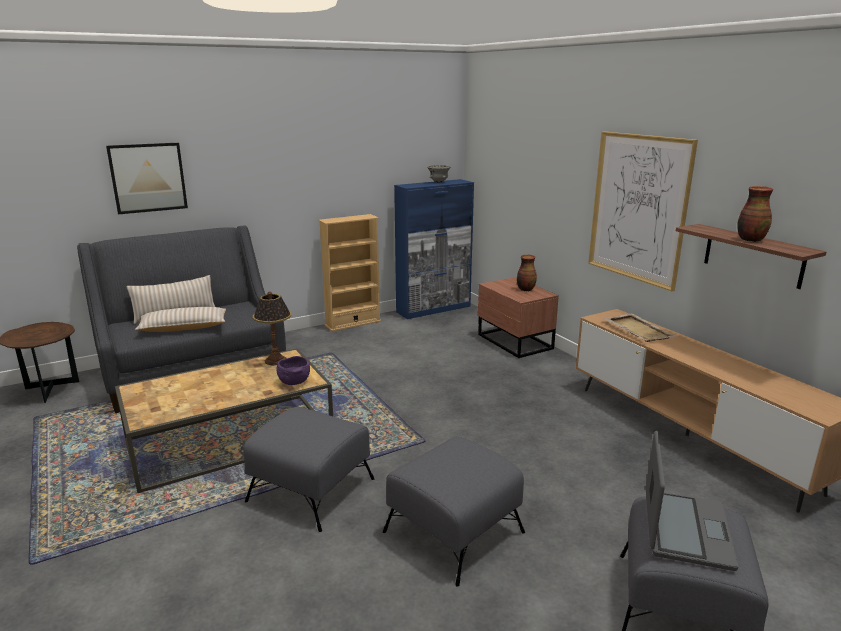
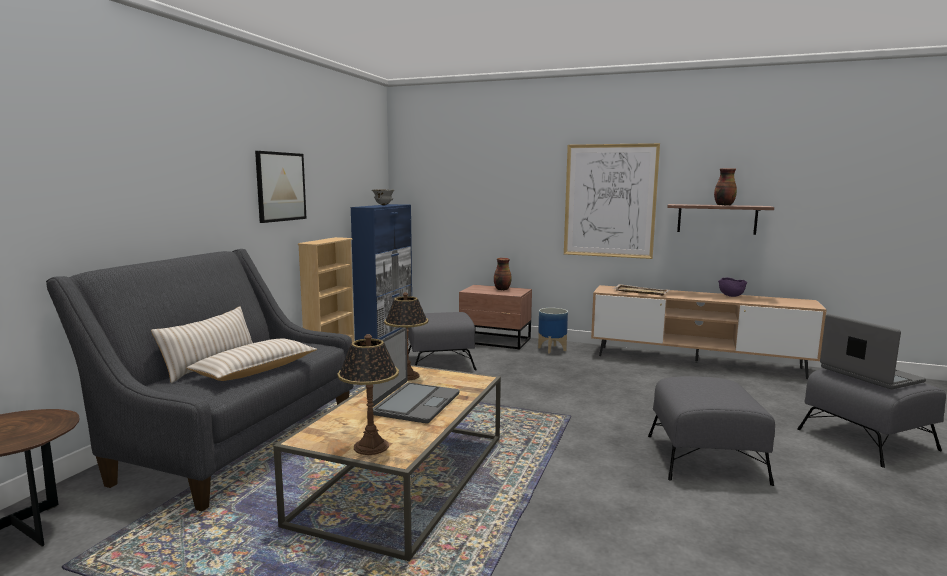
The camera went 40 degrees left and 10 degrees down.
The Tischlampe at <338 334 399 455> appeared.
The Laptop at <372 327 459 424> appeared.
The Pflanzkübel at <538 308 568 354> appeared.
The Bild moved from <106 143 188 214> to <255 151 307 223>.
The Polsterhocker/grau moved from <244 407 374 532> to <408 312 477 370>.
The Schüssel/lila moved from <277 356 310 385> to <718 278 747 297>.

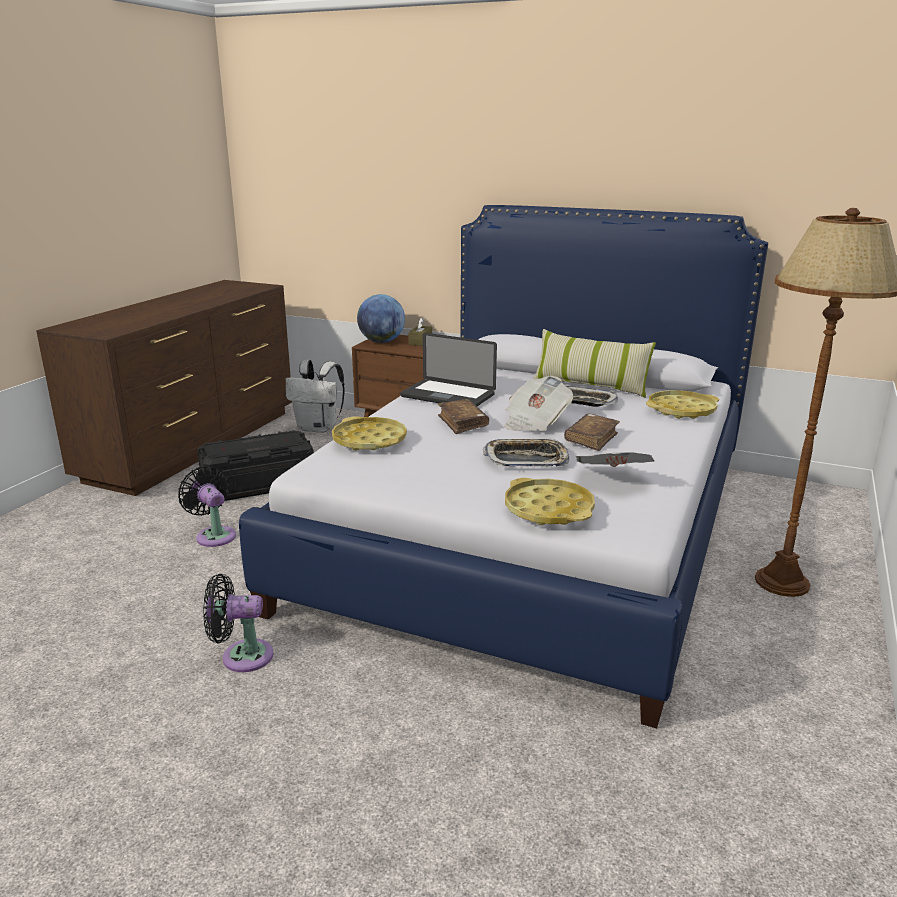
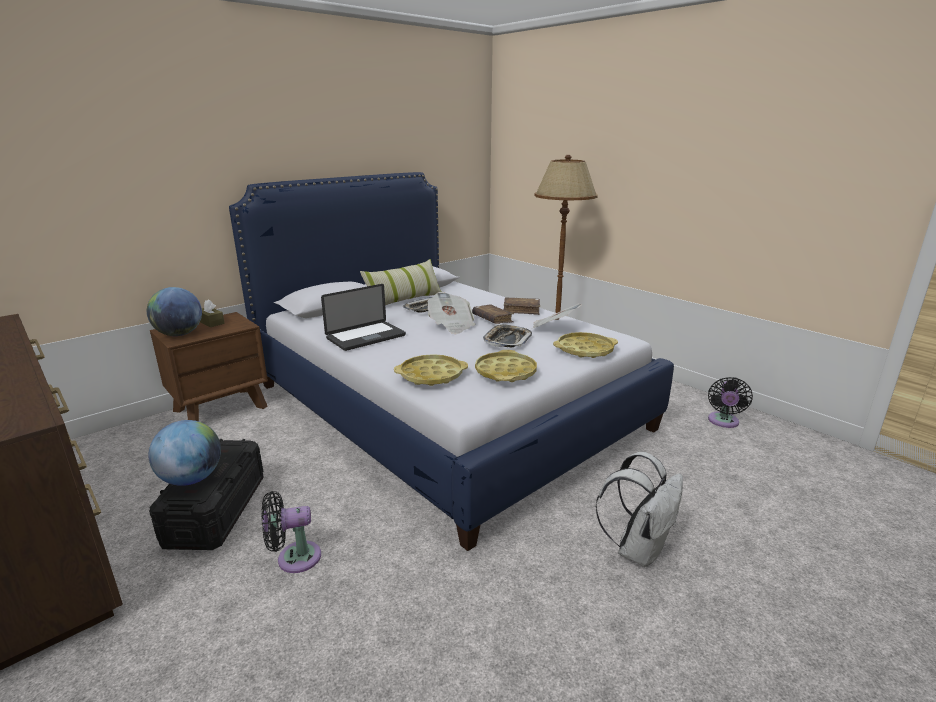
The camera went 65 degrees left and 0 degrees up.
The Globus at <149 420 221 486> appeared.
The Ventilator/schwarz moved from <203 574 273 672> to <708 377 753 428>.
The Rucksack/weiß moved from <285 360 345 433> to <596 452 683 567>.
The Buch/braun moved from <438 399 489 434> to <504 298 540 315>.
The Tablett/gelb moved from <646 390 719 419> to <475 350 537 382>.

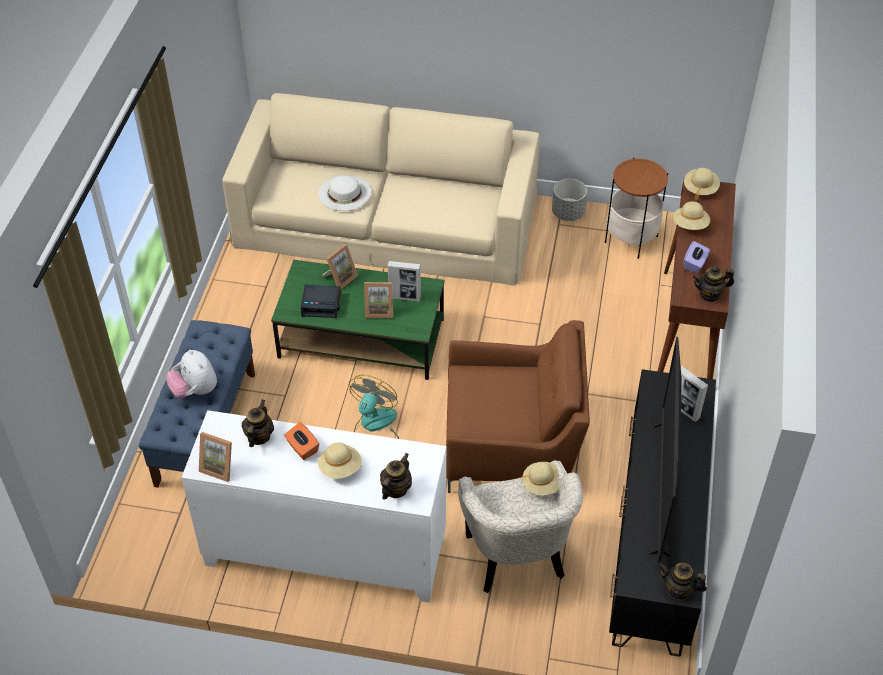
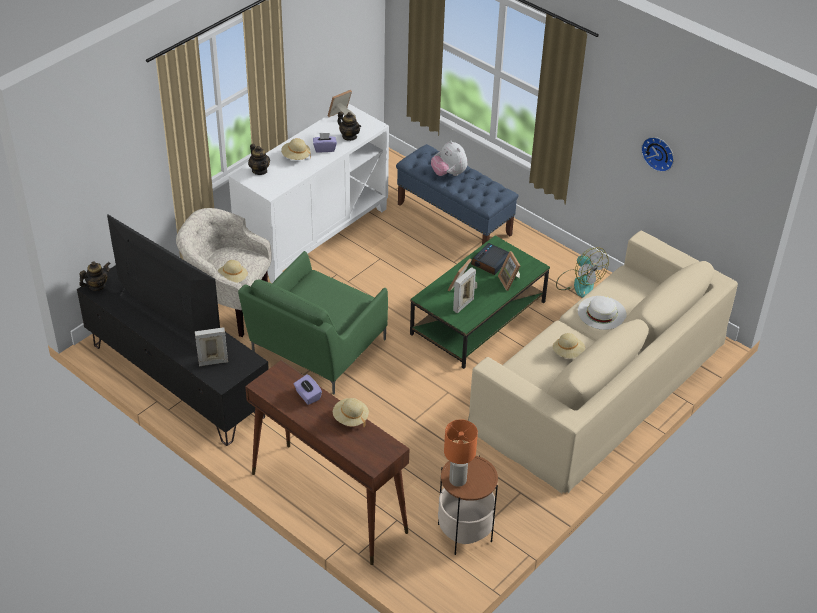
The camera went 120 degrees right and 5 degrees down.
The Pflanzkübel/grau at <552 179 587 221> disappeared.
The Teekanne at <693 266 734 302> disappeared.
The Tischlampe/orange at <444 419 478 487> appeared.
The Wanduhr at <641 137 674 172> appeared.
The Ventilator moved from <349 375 399 439> to <556 247 609 298>.
The Hut/beige moved from <684 168 720 200> to <553 333 585 358>.
The Taschentuchbox/orange at <284 422 319 460> became the Taschentuchbox/lila at <313 133 337 153>.
The Sessel/braun at <446 320 590 493> became the Sessel/grün at <238 251 388 394>.
The Plüschtier at <166 350 217 399> turned 120 degrees counterclockwise.

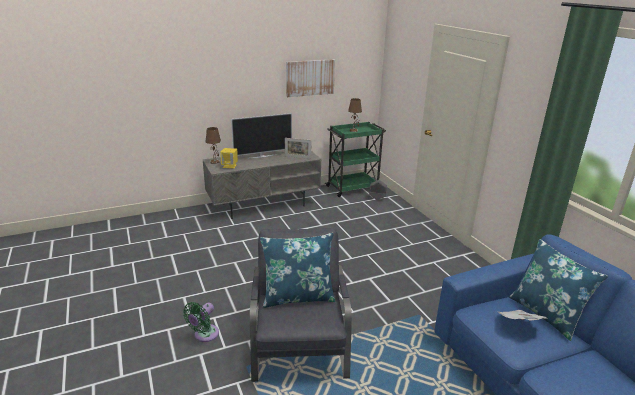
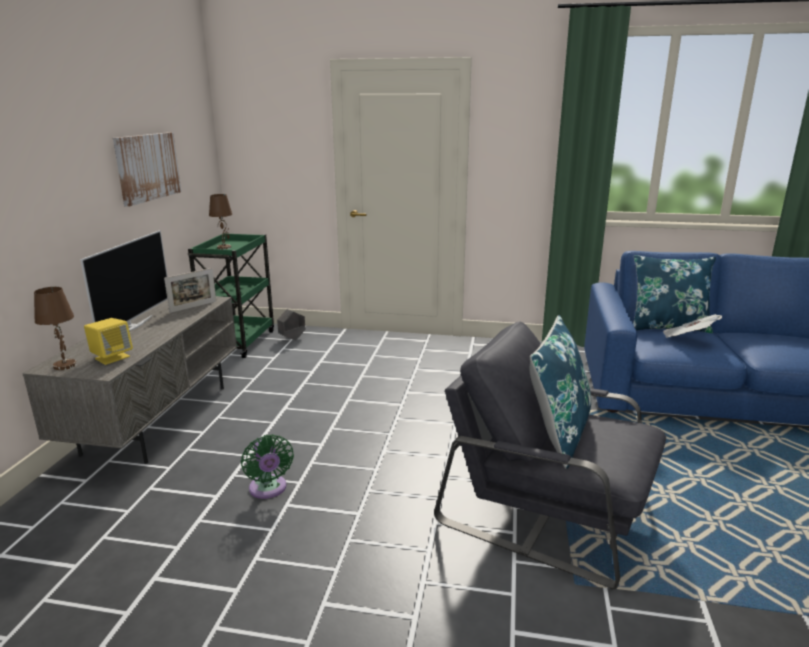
The camera went 55 degrees left and 5 degrees down.
The Ventilator/grün moved from <183 302 219 342> to <241 434 294 499>.

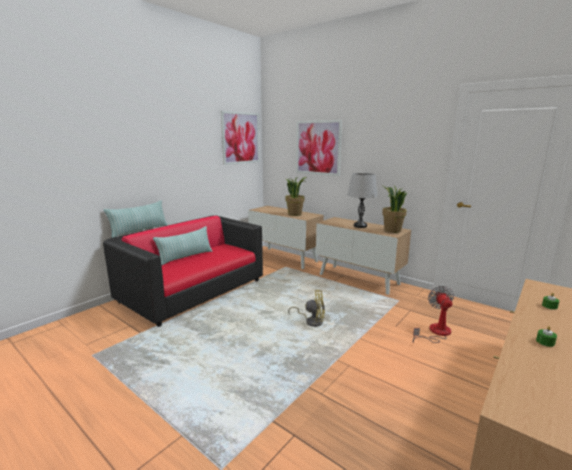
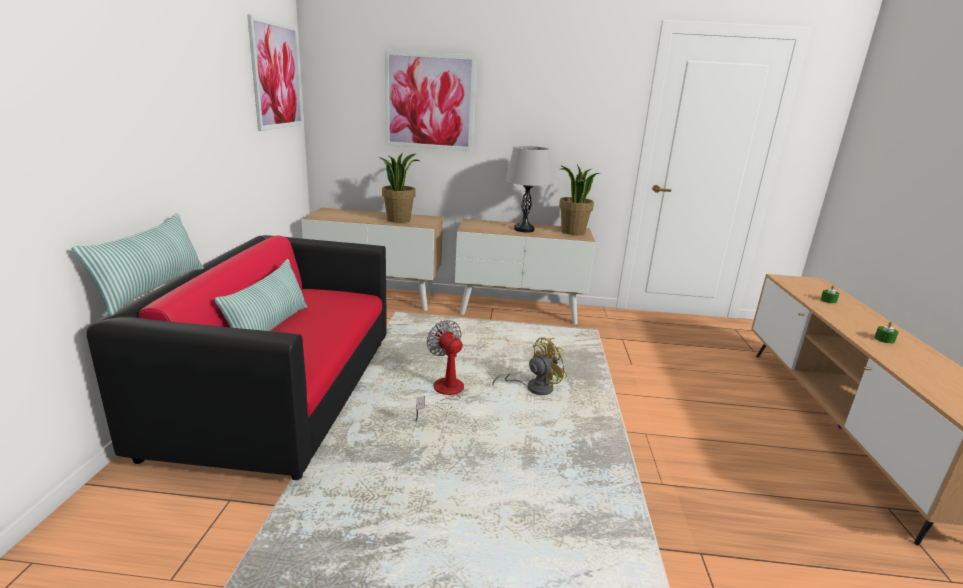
The camera went 35 degrees left and 5 degrees up.
The Ventilator moved from <413 286 454 343> to <415 320 464 421>.

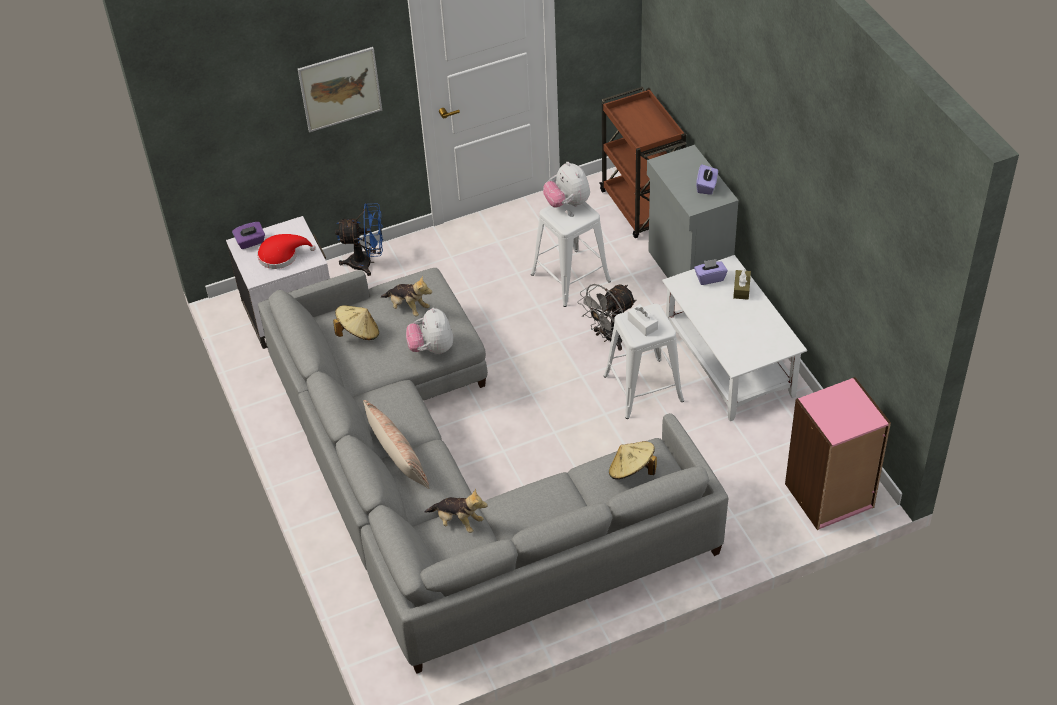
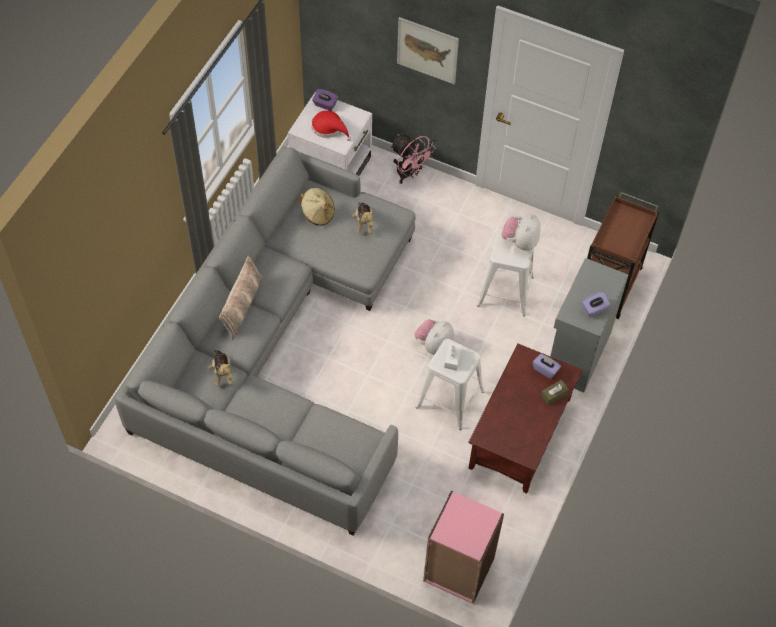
The camera went 45 degrees right and 10 degrees up.
The Ventilator/grau at <578 284 636 350> disappeared.
The Hut/beige at <609 441 657 479> disappeared.
The Plüschtier moved from <406 307 453 354> to <414 319 454 355>.
The Ventilator/blau at <335 203 383 276> became the Ventilator/rosa at <390 134 436 184>.
The Couchtisch/weiß at <662 255 807 421> became the Couchtisch/braun at <468 344 582 494>.

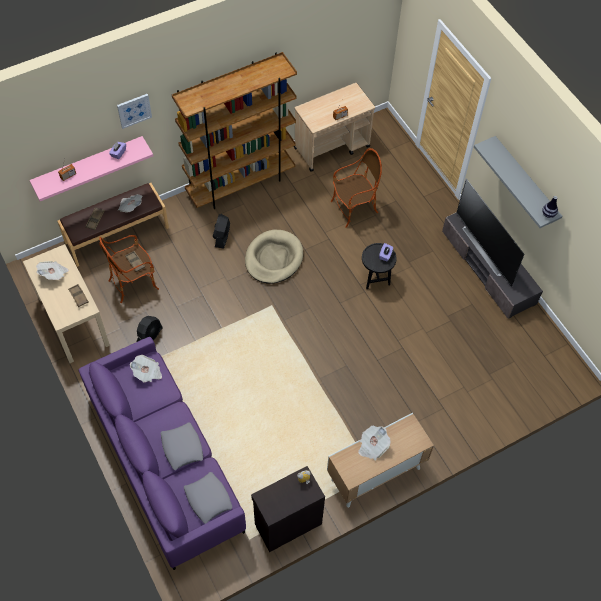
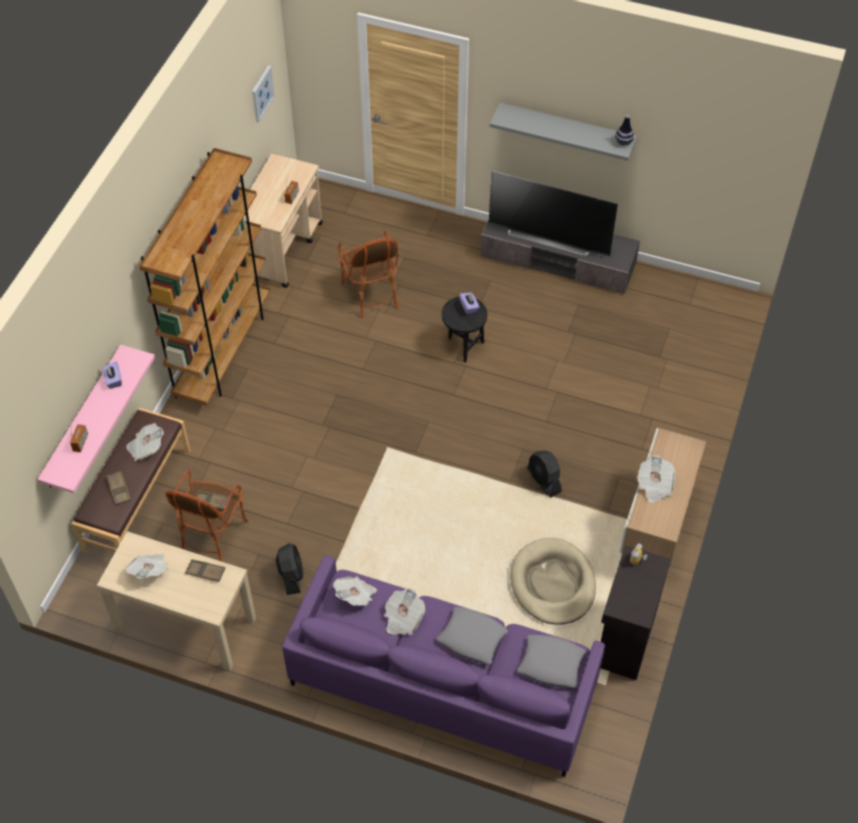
The camera went 40 degrees left and 5 degrees down.
The Zeitung at <384 588 425 635> appeared.
The Bild moved from <117 94 152 129> to <252 65 275 123>.
The Ventilator/schwarz moved from <213 214 230 249> to <527 450 561 498>.
The Hundebett/beige moved from <245 229 303 284> to <510 538 596 625>.
The Sessel at <331 148 382 228> turned 135 degrees clockwise.

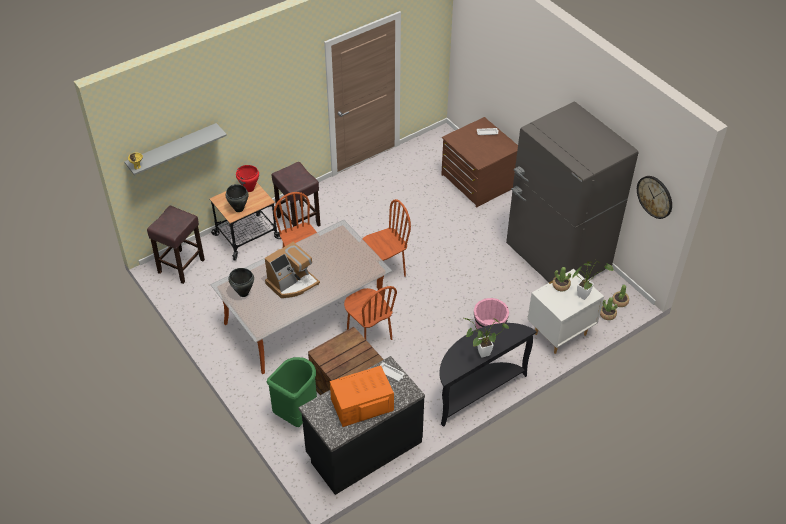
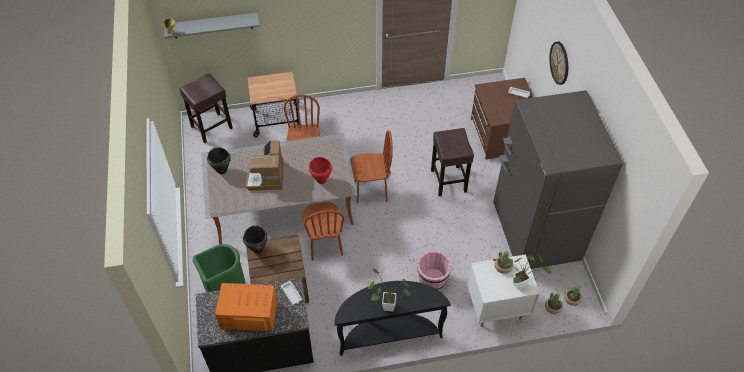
The camera went 25 degrees right and 5 degrees up.
The Kochtopf/schwarz moved from <225 184 248 212> to <243 226 267 253>.
The Kochtopf/rot moved from <236 165 259 192> to <309 157 332 184>.
The Hocker/braun moved from <271 162 321 227> to <431 128 474 196>.
The Wanduhr moved from <637 176 672 219> to <549 42 568 85>.
The Kaffeemaschine at <265 242 320 298> turned 105 degrees clockwise.

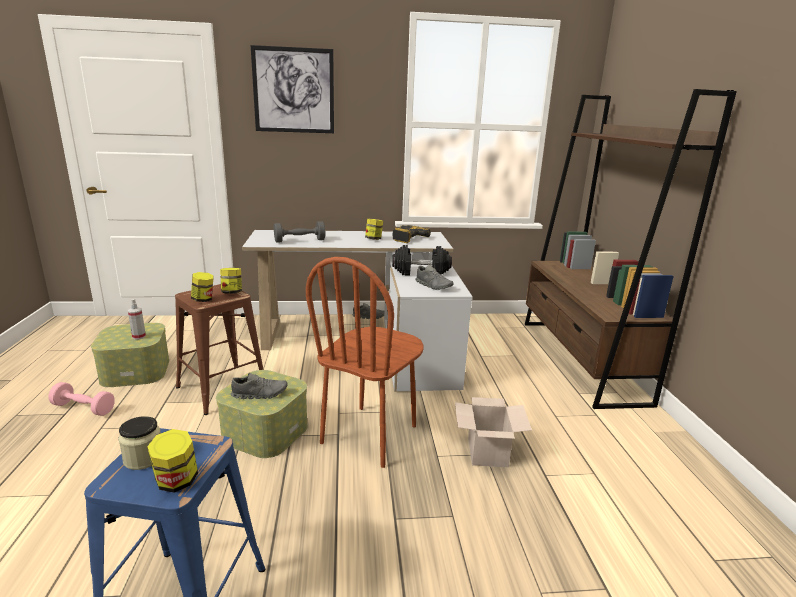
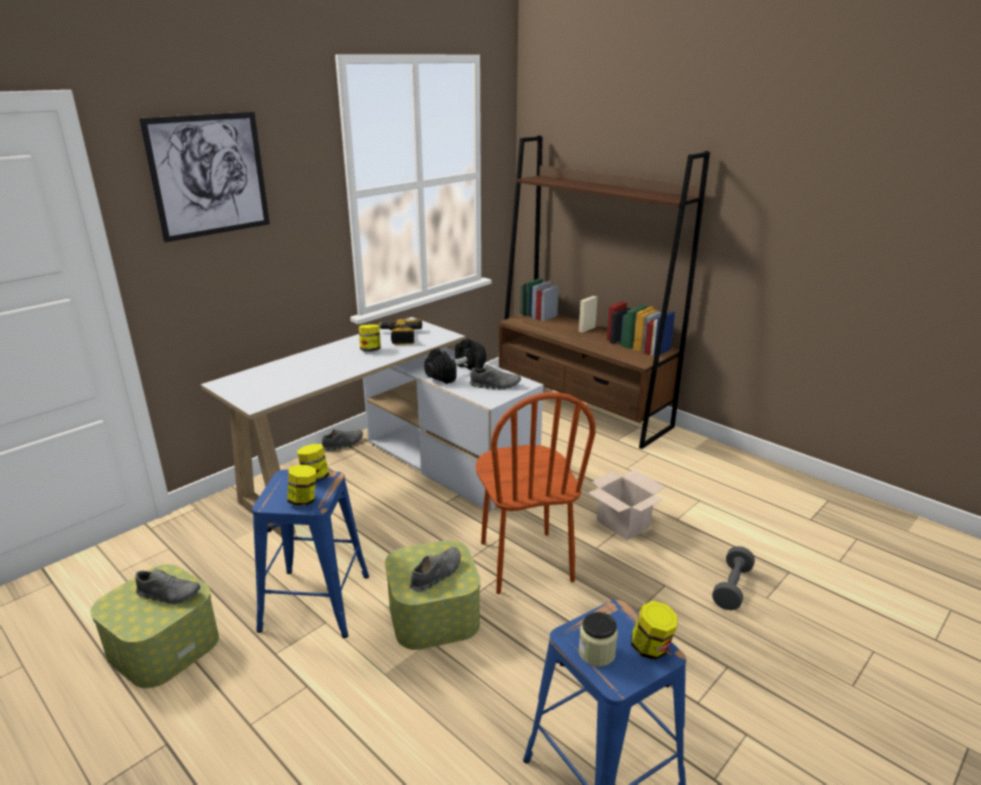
The camera went 40 degrees left and 5 degrees up.
The Hantel/rosa at <48 382 115 416> disappeared.
The Hantel/grau moved from <274 221 326 243> to <712 546 755 610>.
The Sprühflasche at <128 299 146 339> was replaced by the Schuh/grau at <135 568 200 604>.
The Hocker/braun at <175 284 263 415> became the Hocker/blau at <252 469 369 638>.

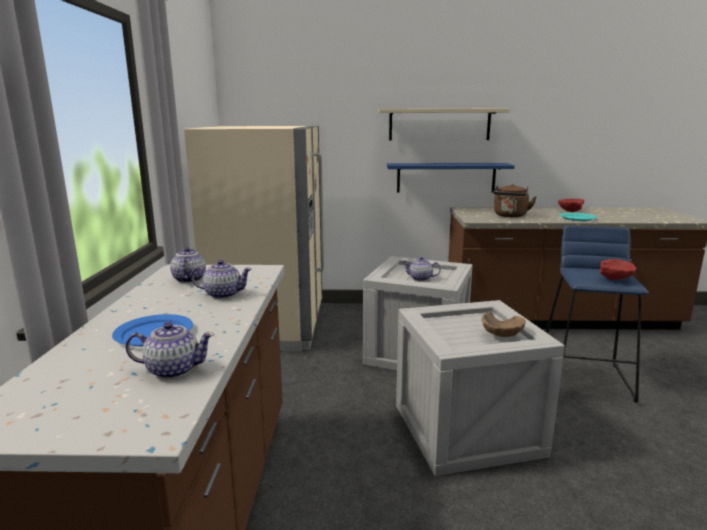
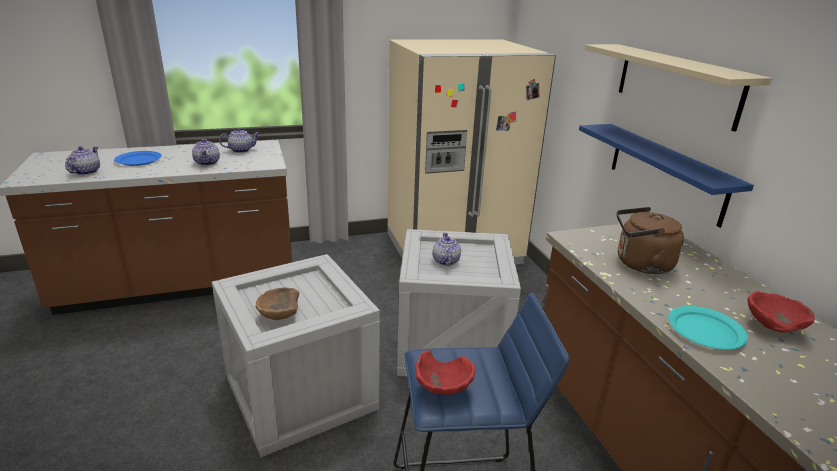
The camera went 70 degrees right and 10 degrees up.
The Teekanne at <126 322 214 379> turned 150 degrees counterclockwise.

